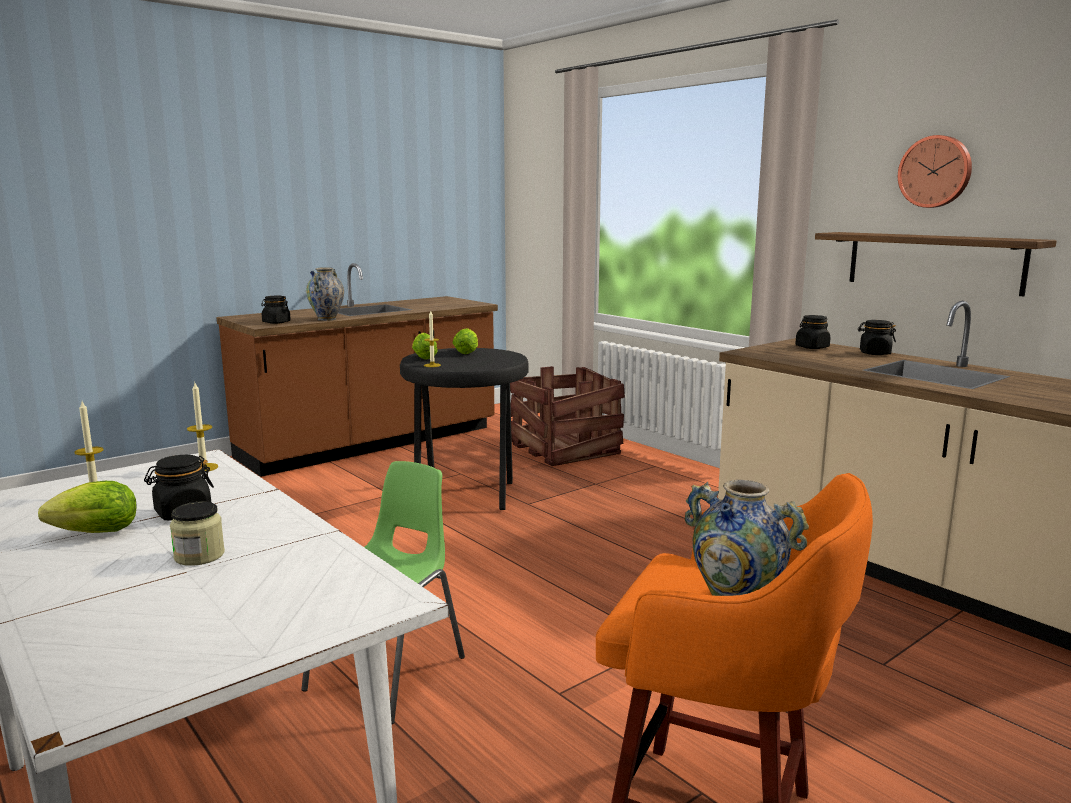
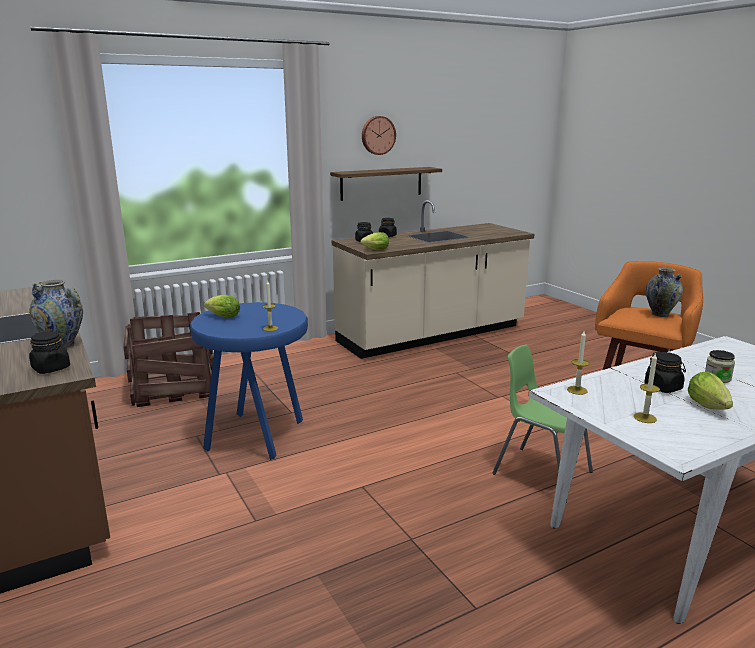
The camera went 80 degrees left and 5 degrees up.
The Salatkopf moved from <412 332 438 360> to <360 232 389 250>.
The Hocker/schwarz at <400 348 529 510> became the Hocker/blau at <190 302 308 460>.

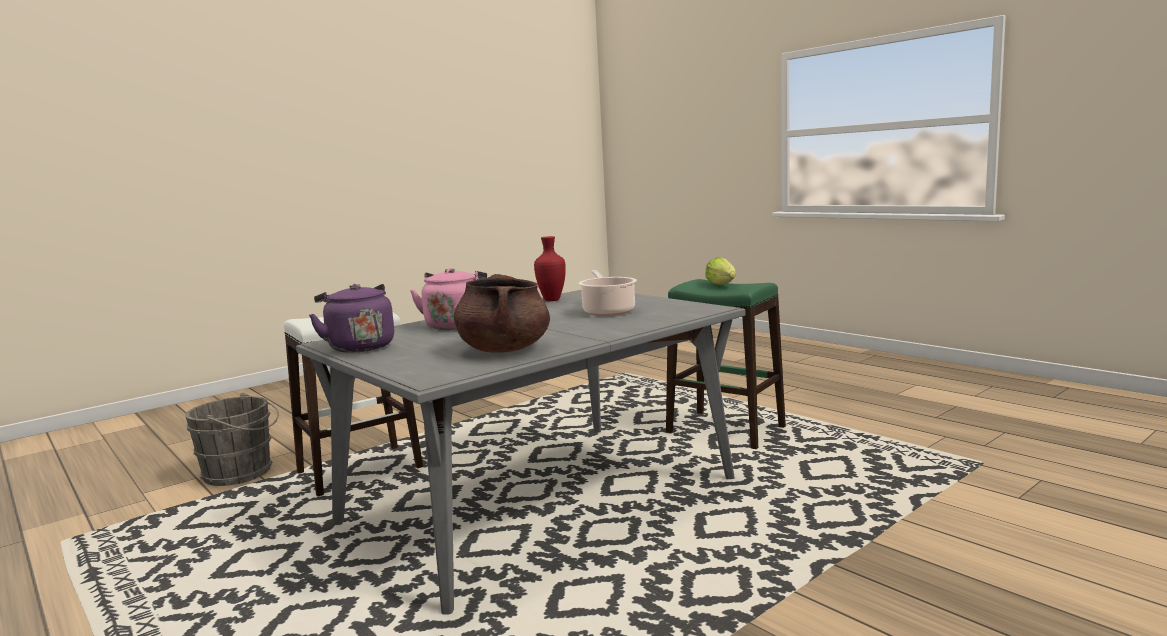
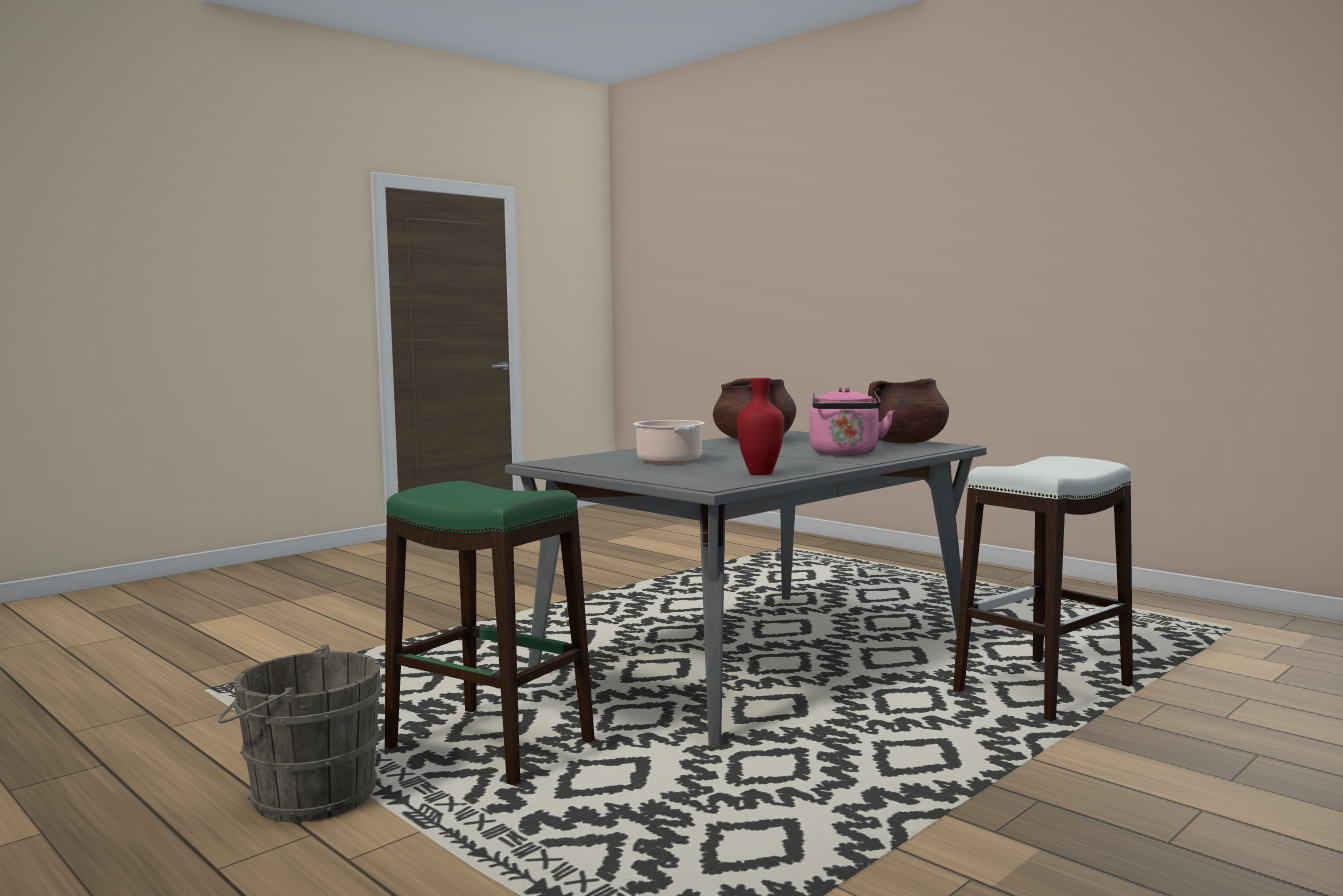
The camera went 175 degrees right and 5 degrees down.
The Salatkopf at <705 257 736 285> disappeared.
The Eimer/grau moved from <185 393 279 486> to <218 644 383 822>.
The Wasserkessel/lila at <309 284 394 353> was replaced by the Kochtopf/braun at <868 378 949 444>.

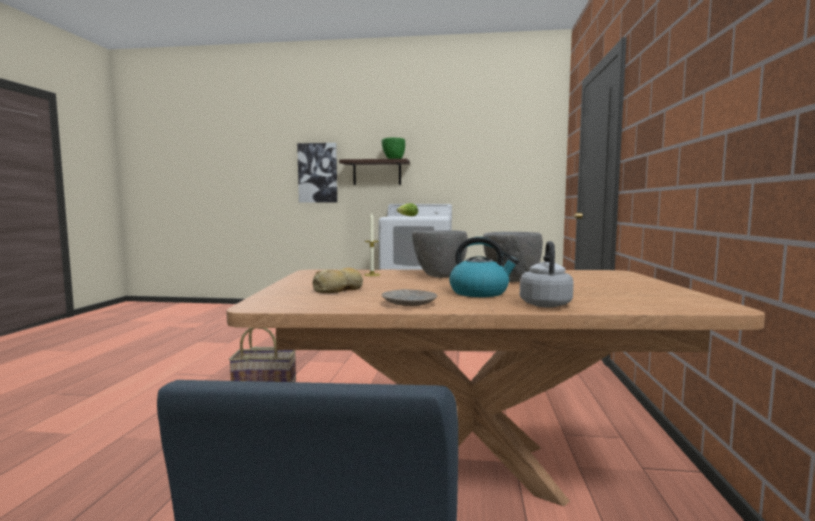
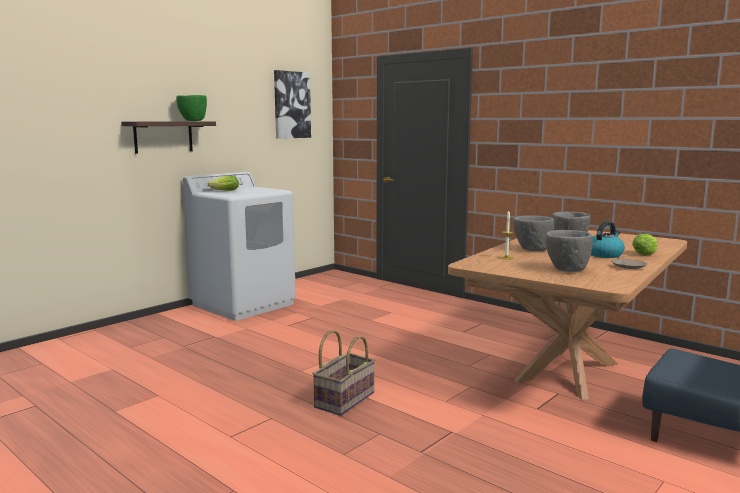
The camera went 55 degrees left and 5 degrees up.
The Bild moved from <297 143 337 203> to <274 70 311 139>.
The Brot at <313 268 363 293> was replaced by the Schüssel/grau at <545 230 593 272>.
The Wasserkessel/grau at <520 241 574 308> was replaced by the Salatkopf at <632 234 658 256>.

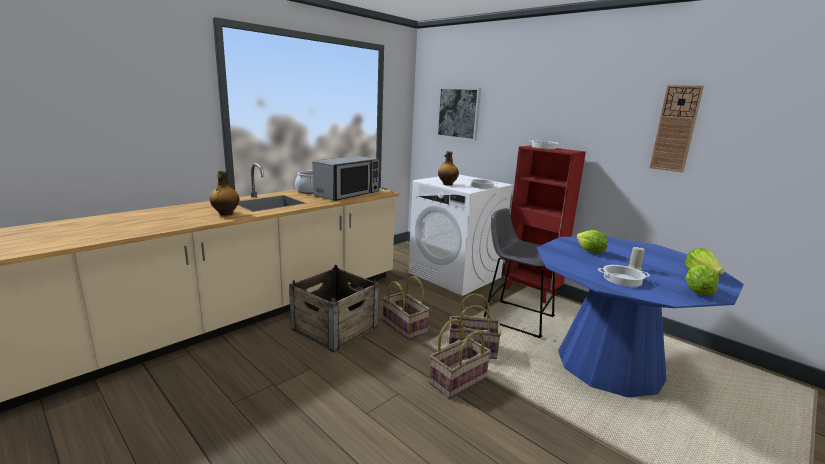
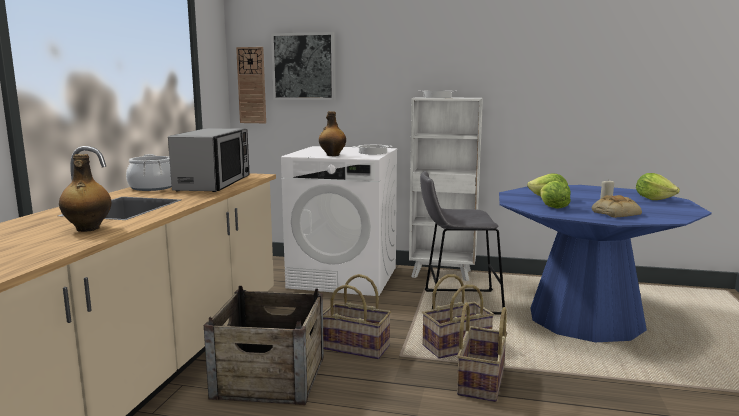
The camera went 30 degrees left and 5 degrees down.
The Wanduhr moved from <650 85 704 172> to <236 47 266 123>.
The Salatkopf moved from <686 266 719 295> to <540 181 571 208>.
The Kochtopf at <598 265 650 287> was replaced by the Brot at <592 195 642 218>.
The Bücherregal/rot at <503 145 586 303> became the Bücherregal/weiß at <409 97 483 281>.

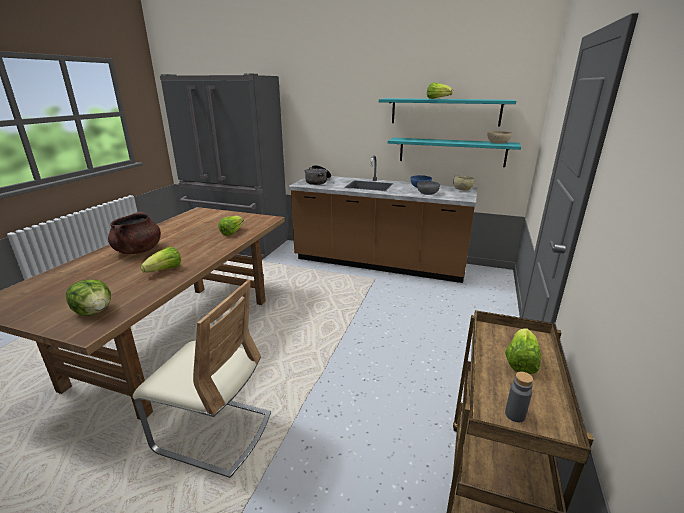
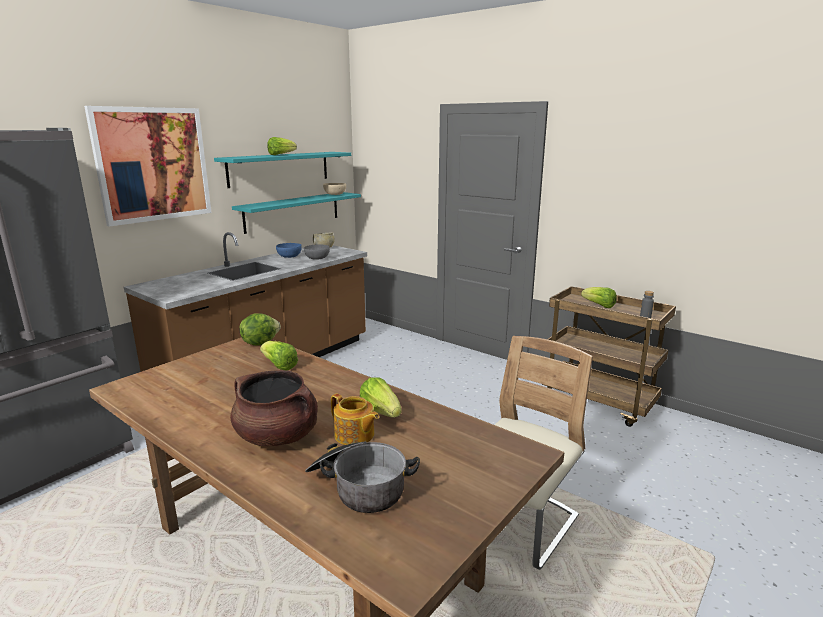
The camera went 70 degrees left and 5 degrees down.
The Bild at <84 106 212 227> appeared.
The Teekanne at <331 394 379 445> appeared.
The Salatkopf moved from <66 279 111 316> to <240 313 281 346>.
The Kochtopf moved from <305 165 331 185> to <305 441 420 513>.

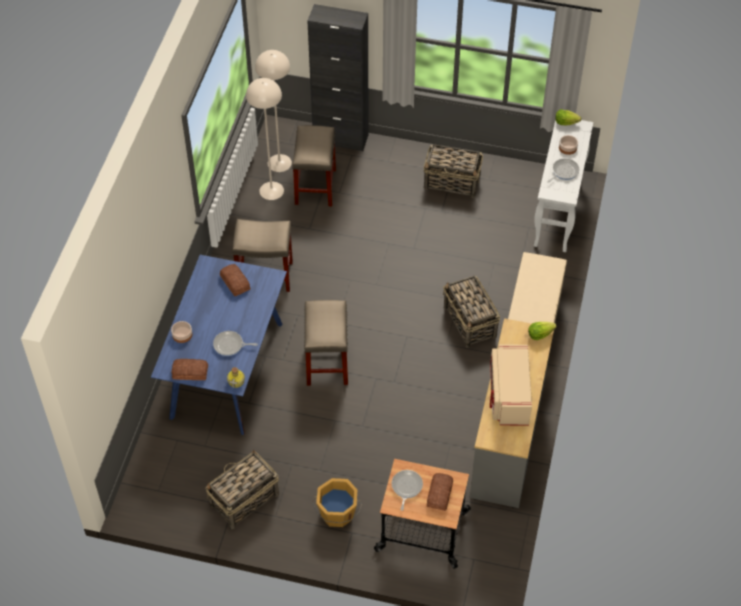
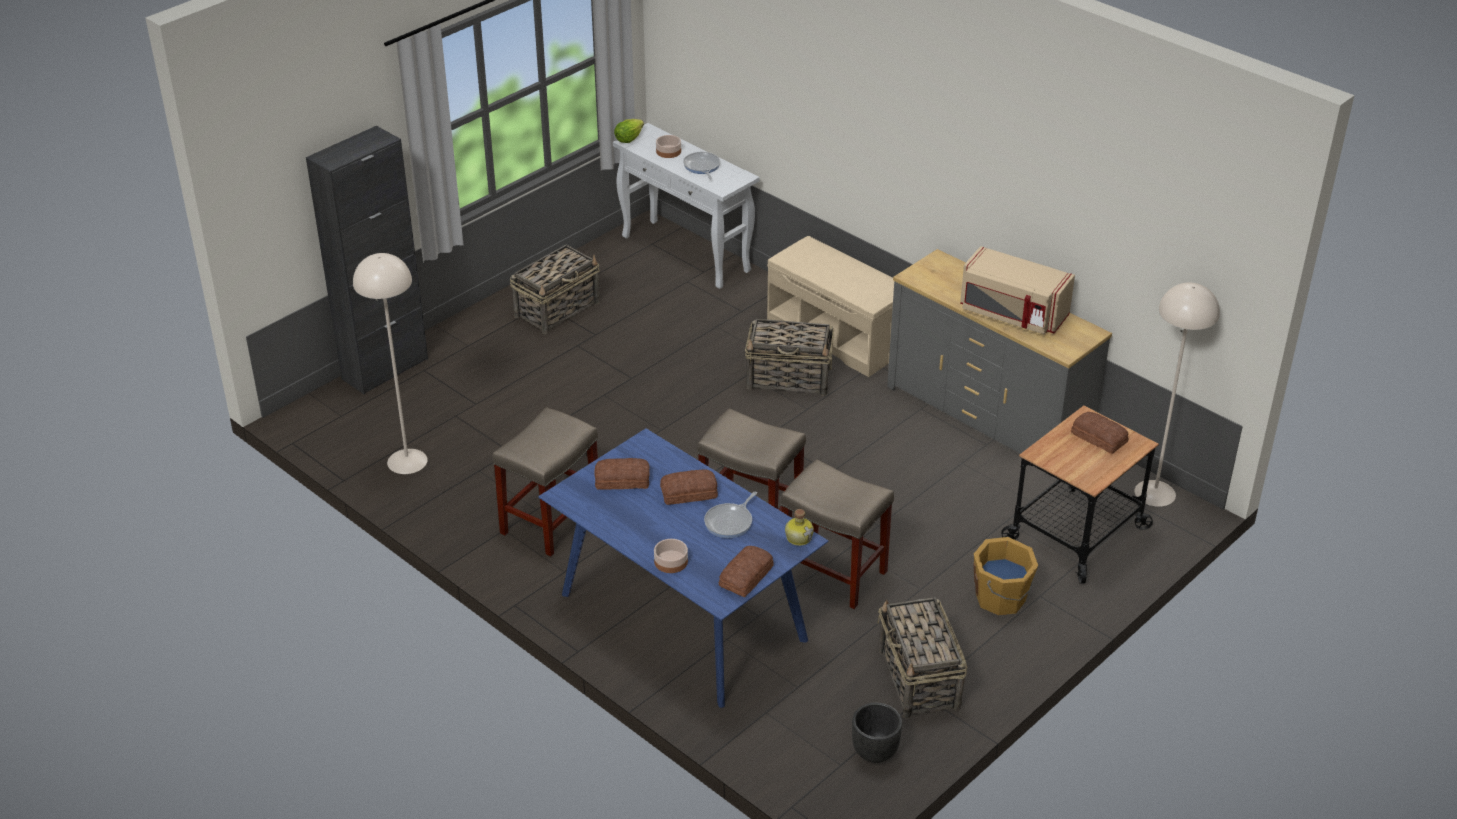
The camera went 60 degrees left and 15 degrees down.
The Pfanne at <392 470 423 511> disappeared.
The Salatkopf at <528 322 557 340> disappeared.
The Brot at <660 469 718 505> appeared.
The Pflanzkübel/schwarz at <852 703 902 763> appeared.
The Stehlampe/beige moved from <255 50 292 172> to <1134 283 1220 507>.
The Hocker/beige moved from <292 125 336 206> to <781 459 894 609>.

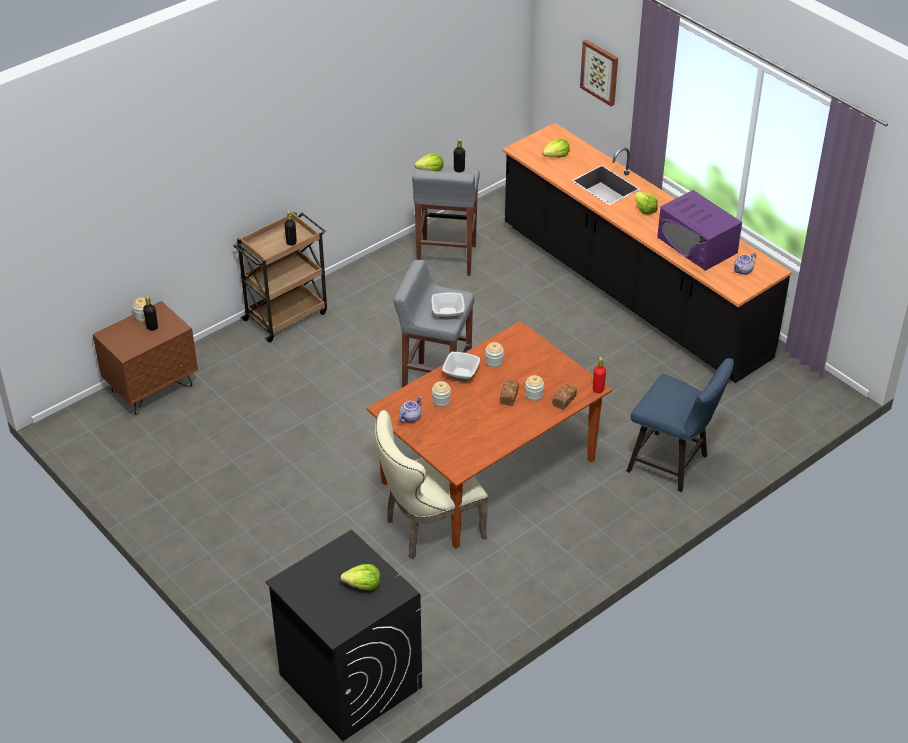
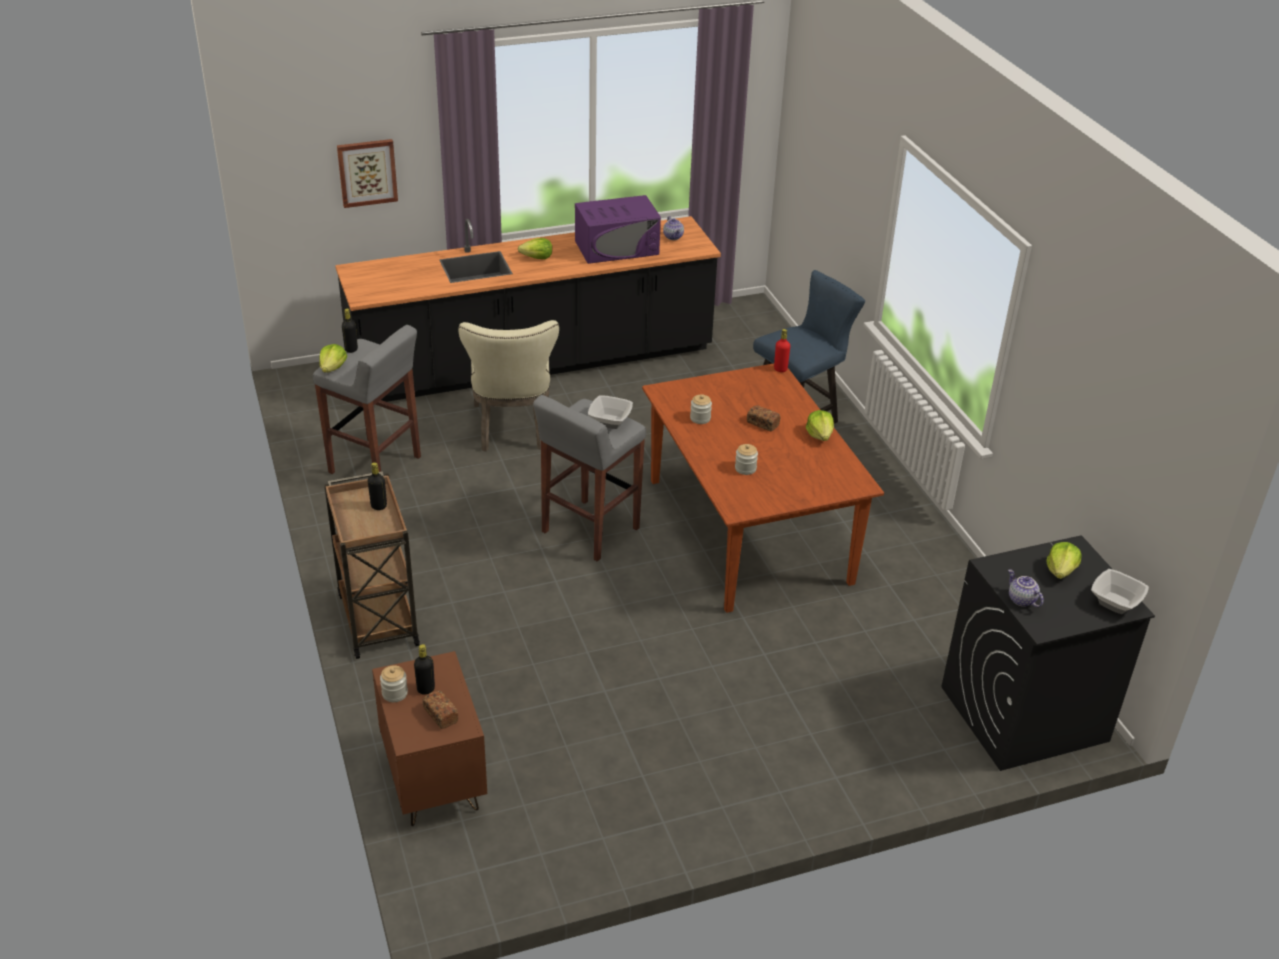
The camera went 70 degrees left and 5 degrees down.
The Vorratsglas at <525 375 544 401> disappeared.
The Stuhl/beige moved from <375 410 488 559> to <458 320 559 452>.
The Teekanne moved from <399 396 422 423> to <1008 569 1044 607>.
The Schüssel moved from <442 352 480 381> to <1091 569 1149 614>.
The Salatkopf moved from <542 139 570 158> to <806 410 834 441>.
The Brot moved from <552 384 577 410> to <422 690 459 729>.

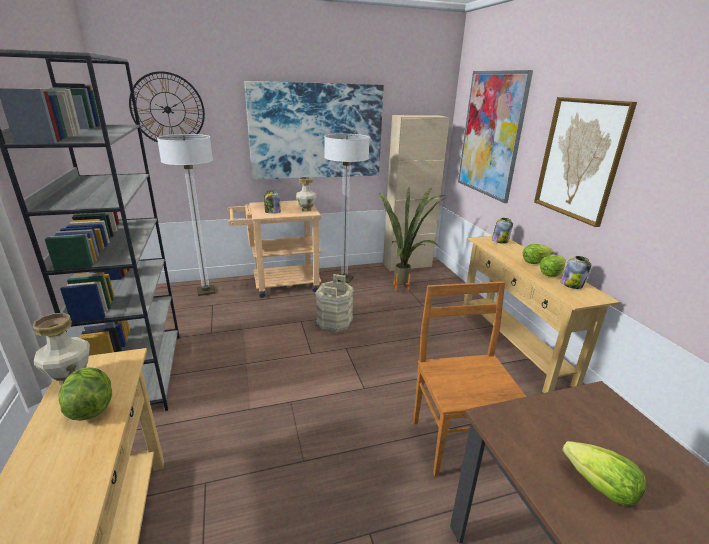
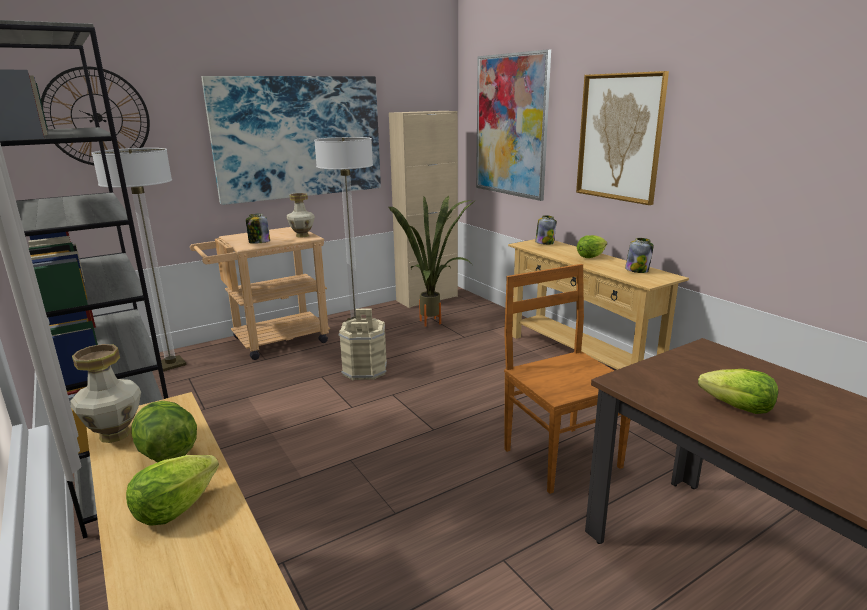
The camera went 15 degrees left and 5 degrees down.
The Salatkopf moved from <540 255 566 277> to <126 455 219 526>.

